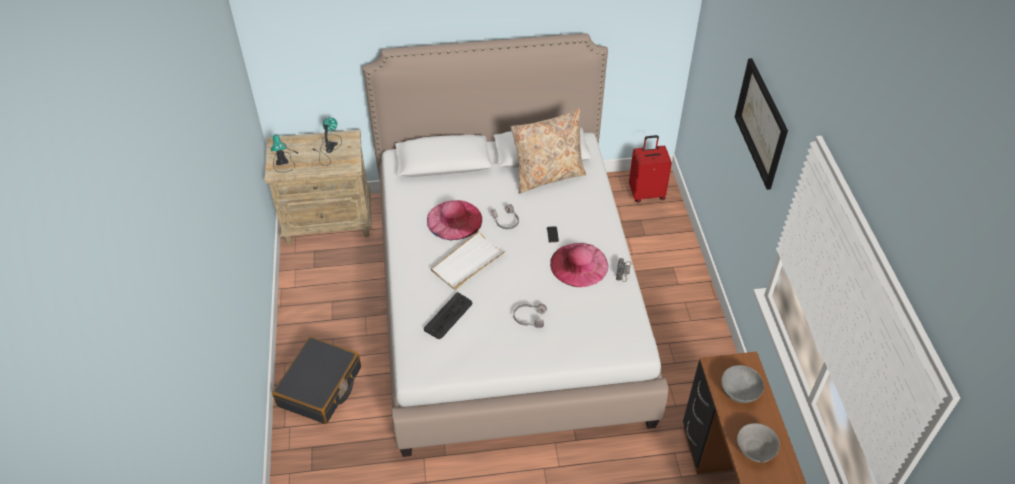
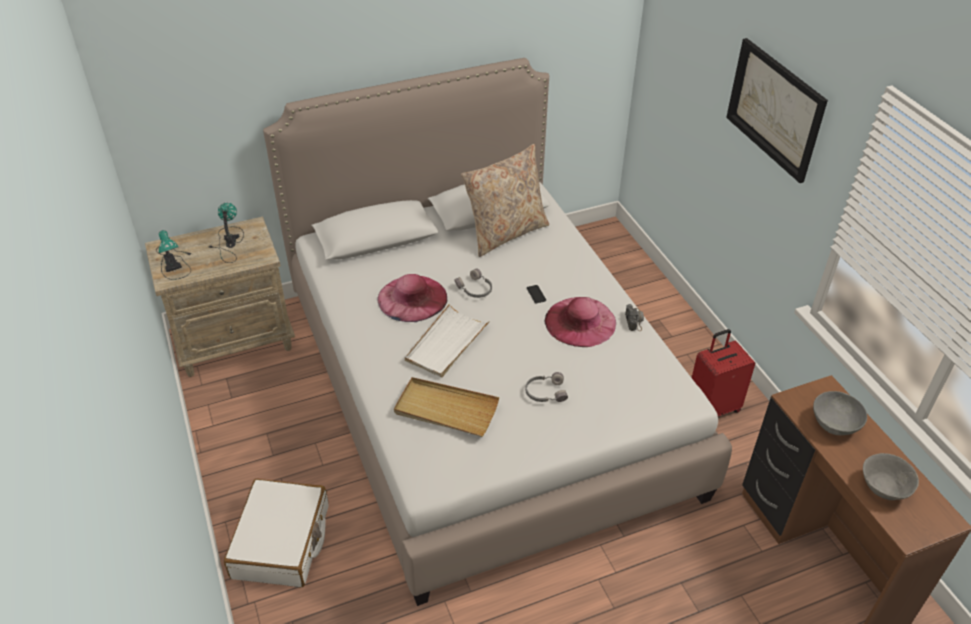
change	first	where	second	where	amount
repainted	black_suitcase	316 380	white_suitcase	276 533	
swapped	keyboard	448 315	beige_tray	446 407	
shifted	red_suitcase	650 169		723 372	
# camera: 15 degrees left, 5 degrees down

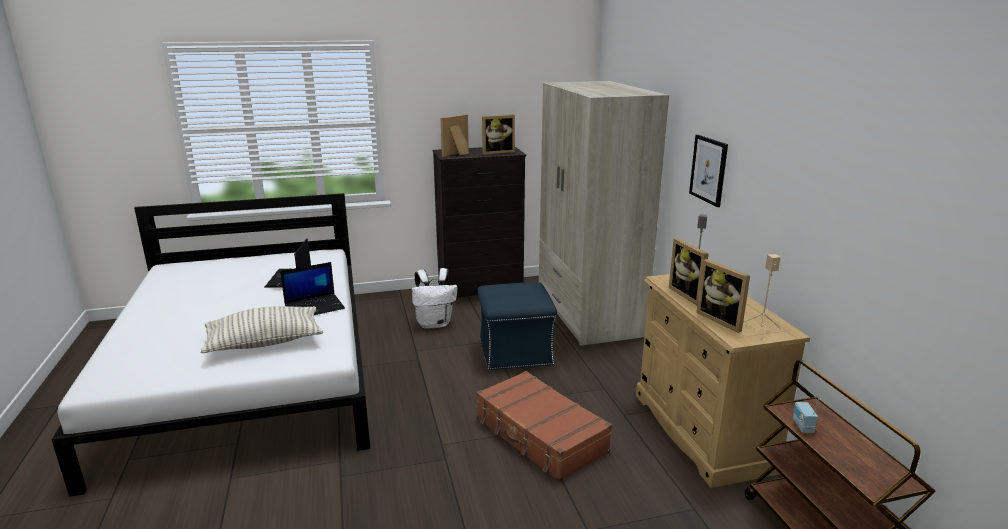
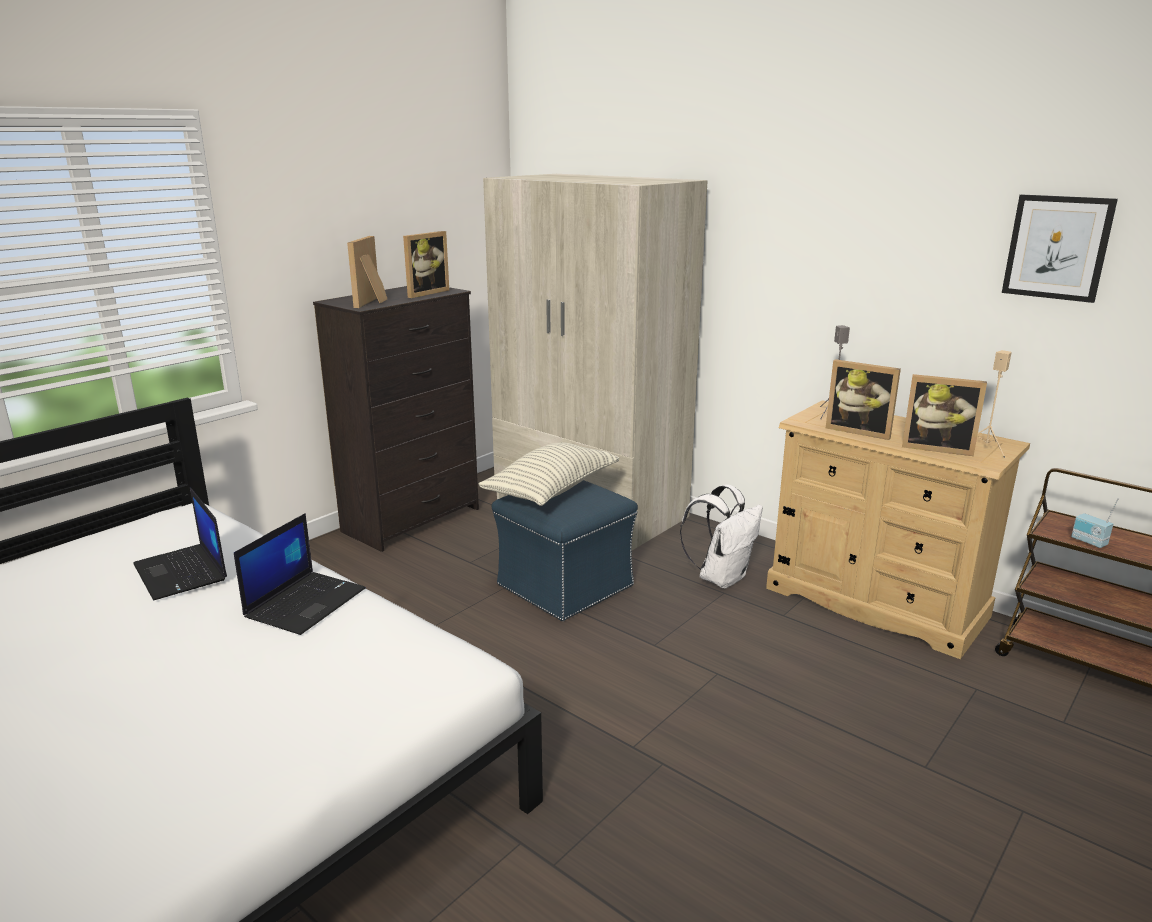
change	first	where	second	where	amount
shifted	pillow	262 329		548 474	
shifted	white_backpack	434 298		721 536	
shifted	picture	708 171		1060 248	
gone	brown_suitcase	544 426			
# camera: 35 degrees left, 0 degrees up

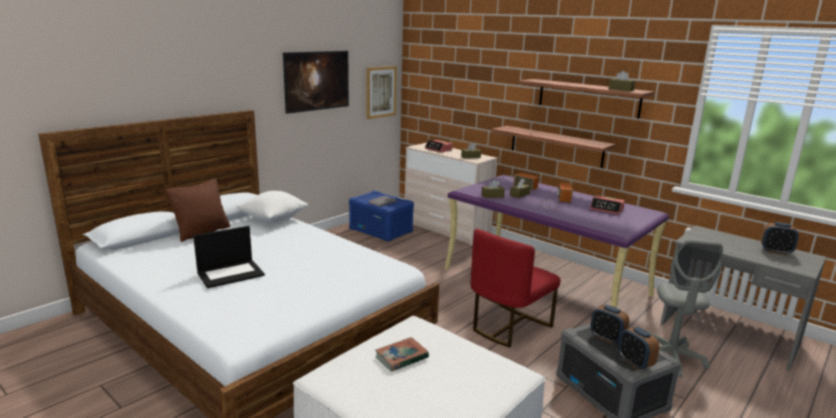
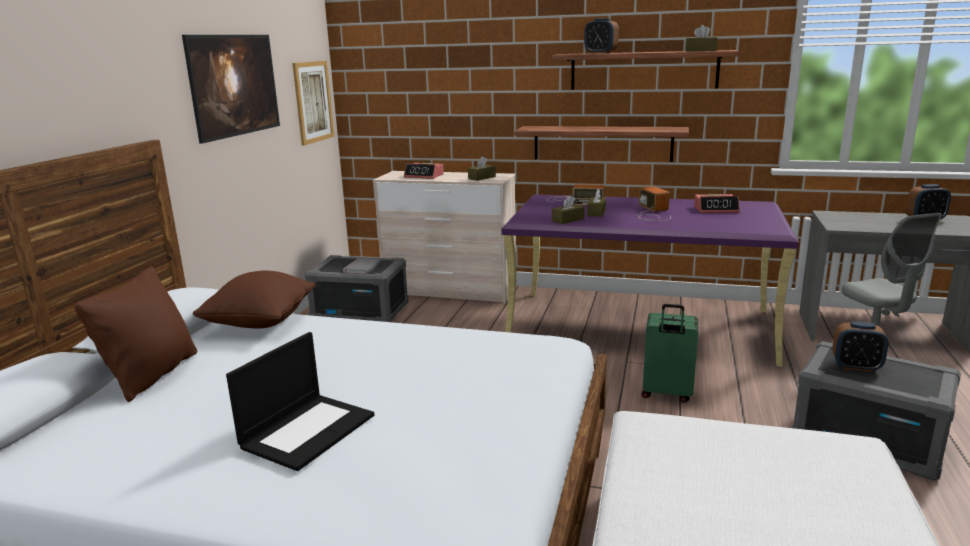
change	first	where	second	where	amount
repainted	white_pillow	272 207	brown_pillow	254 299	
repainted	blue_storage_box	381 216	grey_storage_box	357 288	
shifted	alarm_clock	639 348		601 35	
swapped	red_chair	515 288	green_suitcase	670 353	
gone	book	402 354			
# camera: 25 degrees left, 0 degrees up

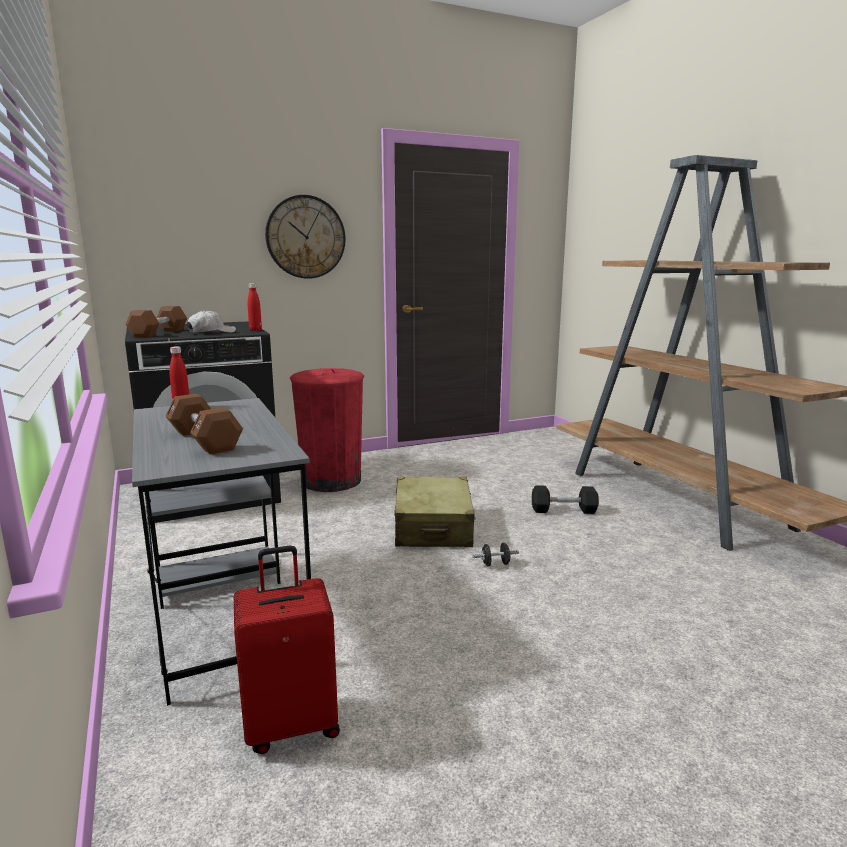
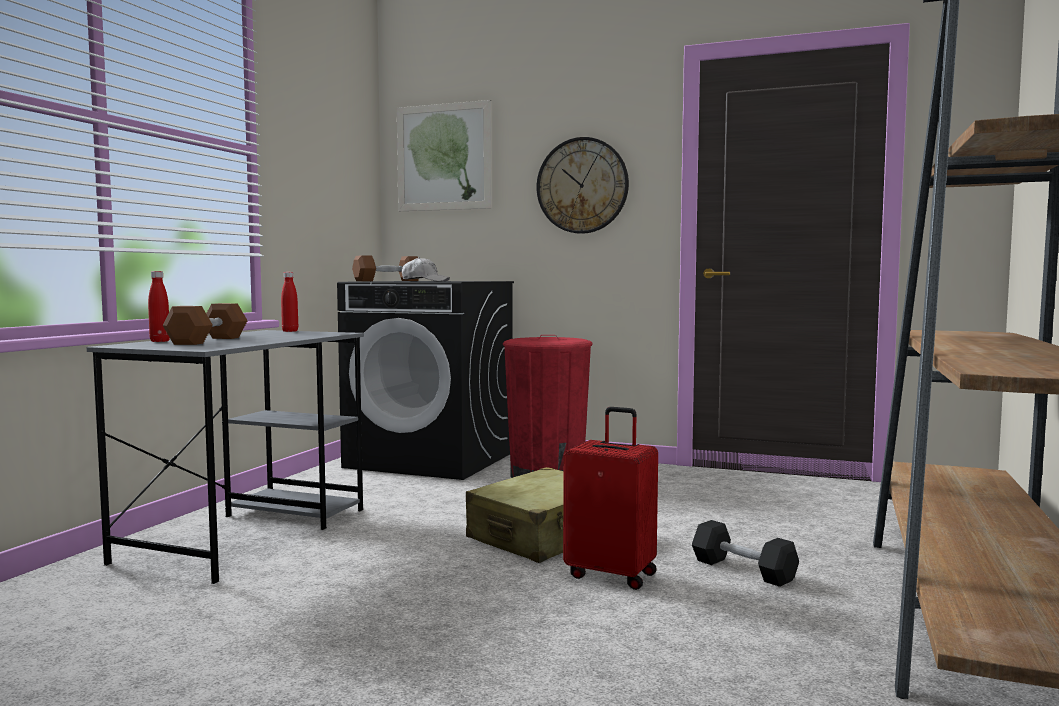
change	first	where	second	where	amount
shifted	red_bottle	255 307		159 306	
new			picture	444 155	
shifted	red_suitcase	287 650		610 498	
gone	black_dumbbell	495 554			
# camera: 45 degrees right, 10 degrees down

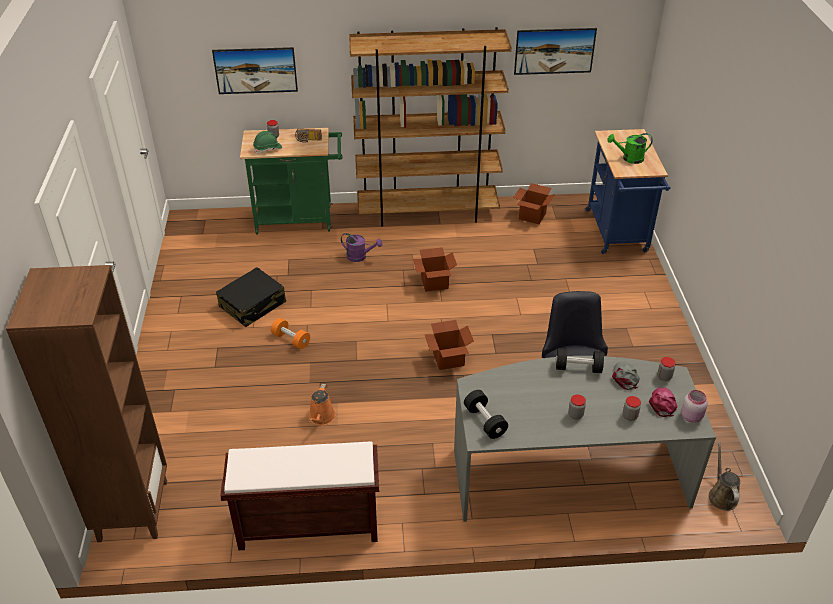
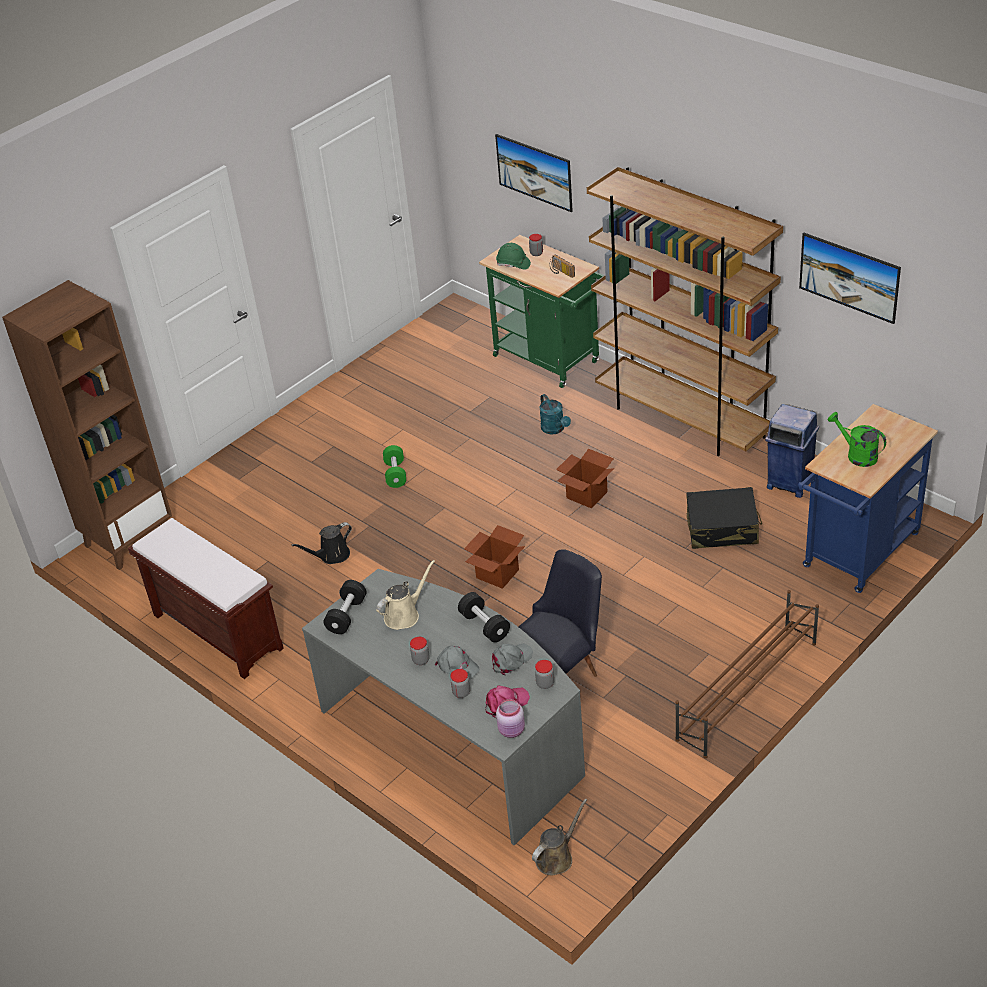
change	first	where	second	where	amount
repainted	orange_watering_can	322 404	black_watering_can	322 543	
new			beige_watering_can	405 595	
repainted	orange_dumbbell	290 333	green_dumbbell	394 466	
new			grey_cap	457 662	
repainted	purple_watering_can	362 247	turquoise_watering_can	555 414	
new			brown_shoe_rack	747 674	
shifted	black_suitcase	251 297		724 518	
swapped	cardboard_box	534 203	blue_trash_can	792 451	
# camera: 50 degrees right, 0 degrees up

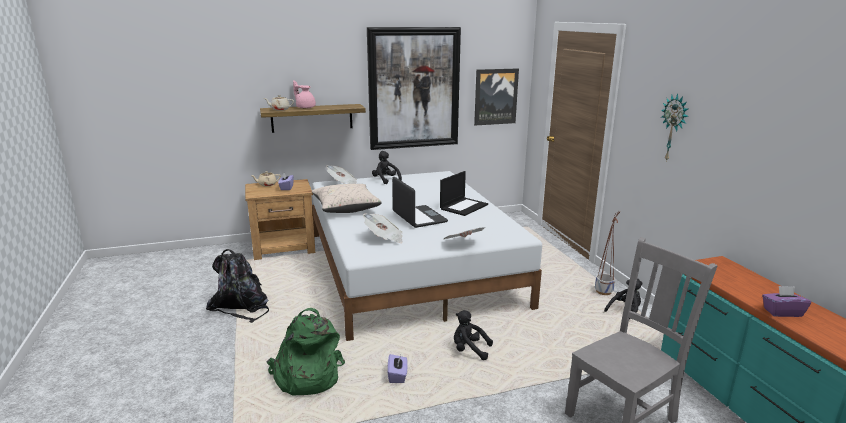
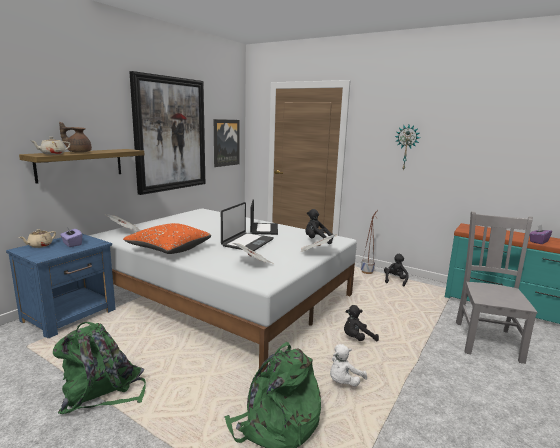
change	first	where	second	where	amount
repainted	brown_nightstand	280 219	blue_nightstand	61 286	
repainted	black_backpack	237 286	green_backpack	99 368	
repainted	pink_teapot	304 94	brown_teapot	75 137	
repainted	beige_pillow	347 198	orange_pillow	167 238	
rotated	laptop	420 202		247 226	90 degrees clockwise
shifted	black_plush_toy	387 167		319 226	
swapped	purple_tissue_box	397 368	white_plush_toy	348 365	
# camera: 40 degrees left, 5 degrees down

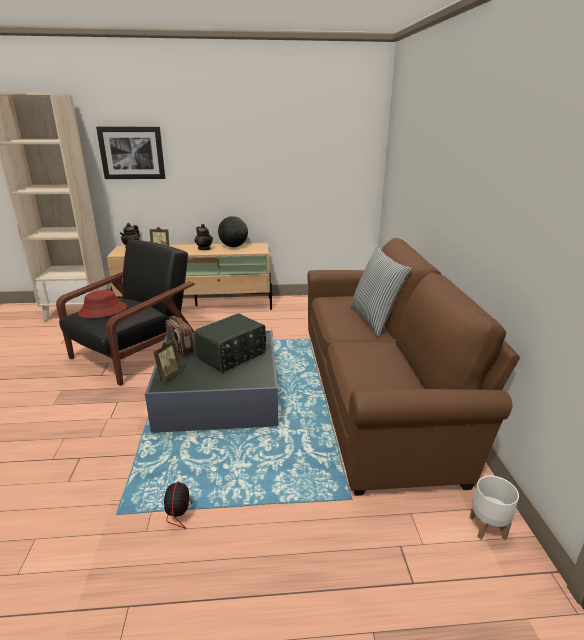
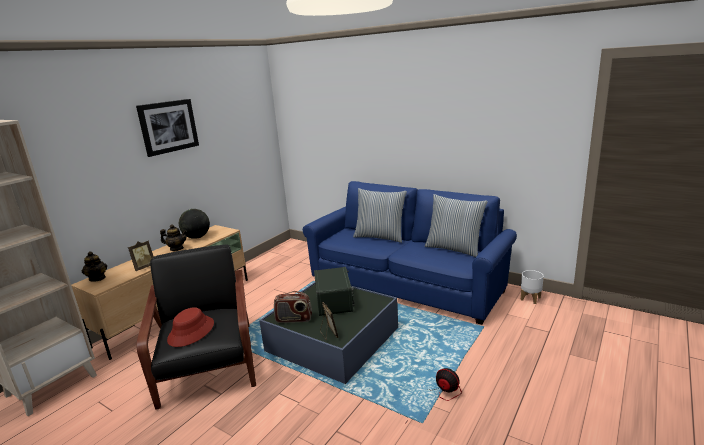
change	first	where	second	where	amount
shifted	picture	130 153		167 128	
repainted	brown_sofa	413 367	blue_sofa	410 253	
new			pillow	456 225	
# camera: 50 degrees left, 5 degrees down

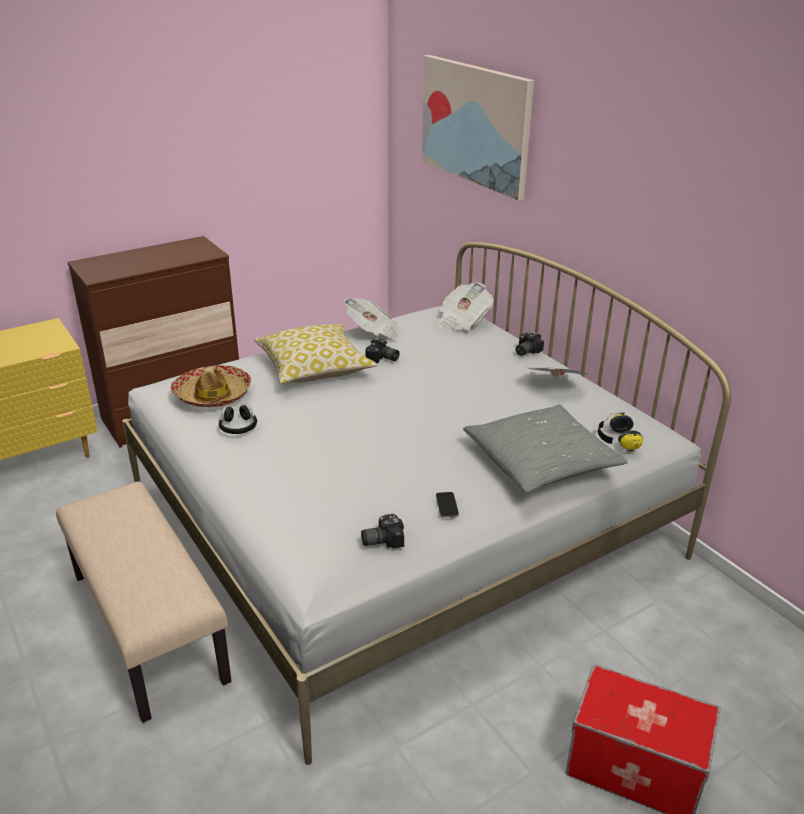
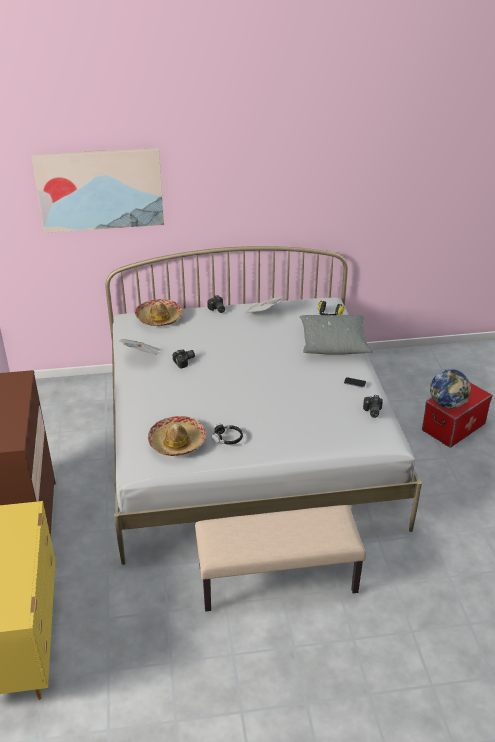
change	first	where	second	where	amount
swapped	newspaper	465 306	hat	159 312	
new			globe	450 389	
gone	pillow	315 354			
# camera: 65 degrees left, 5 degrees up

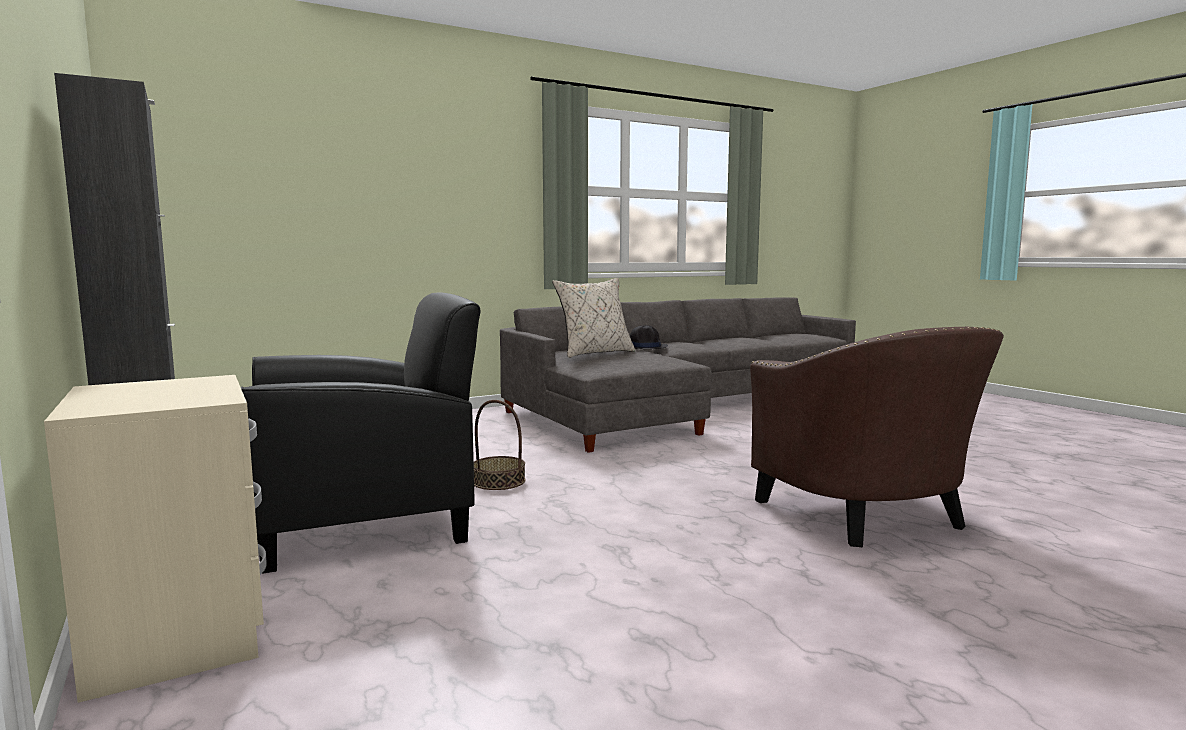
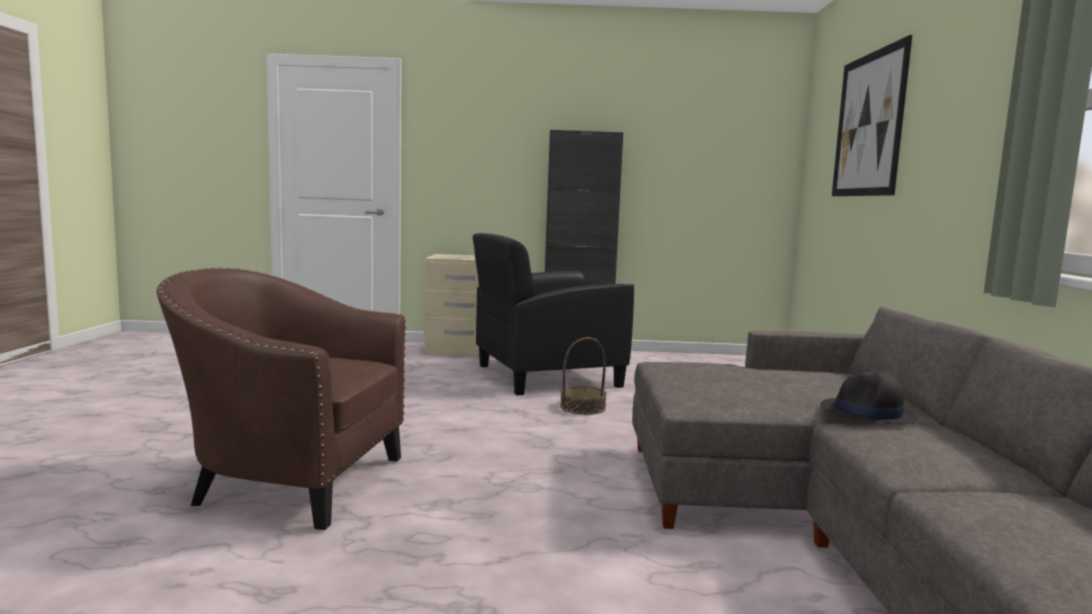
change	first	where	second	where	amount
rotated	black_armchair	361 432		553 314	60 degrees clockwise
new			picture	872 115	
gone	beige_pillow	593 318			
# camera: 120 degrees right, 0 degrees up

